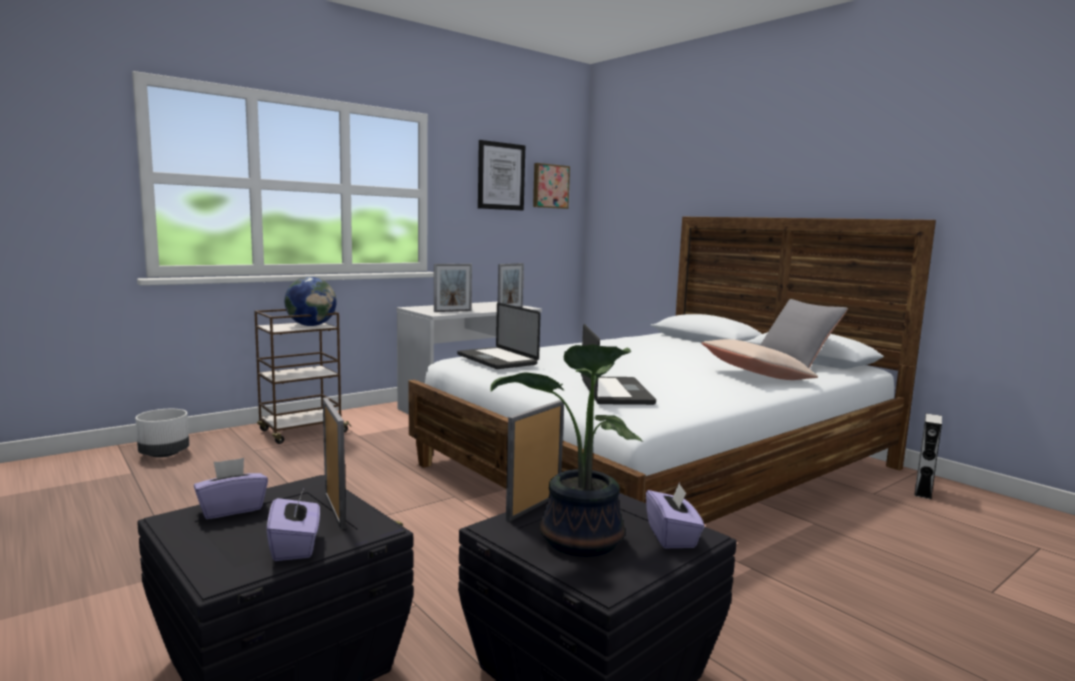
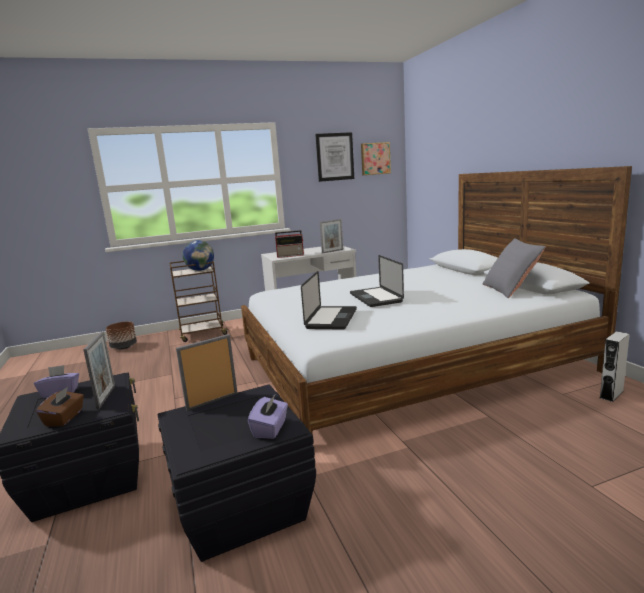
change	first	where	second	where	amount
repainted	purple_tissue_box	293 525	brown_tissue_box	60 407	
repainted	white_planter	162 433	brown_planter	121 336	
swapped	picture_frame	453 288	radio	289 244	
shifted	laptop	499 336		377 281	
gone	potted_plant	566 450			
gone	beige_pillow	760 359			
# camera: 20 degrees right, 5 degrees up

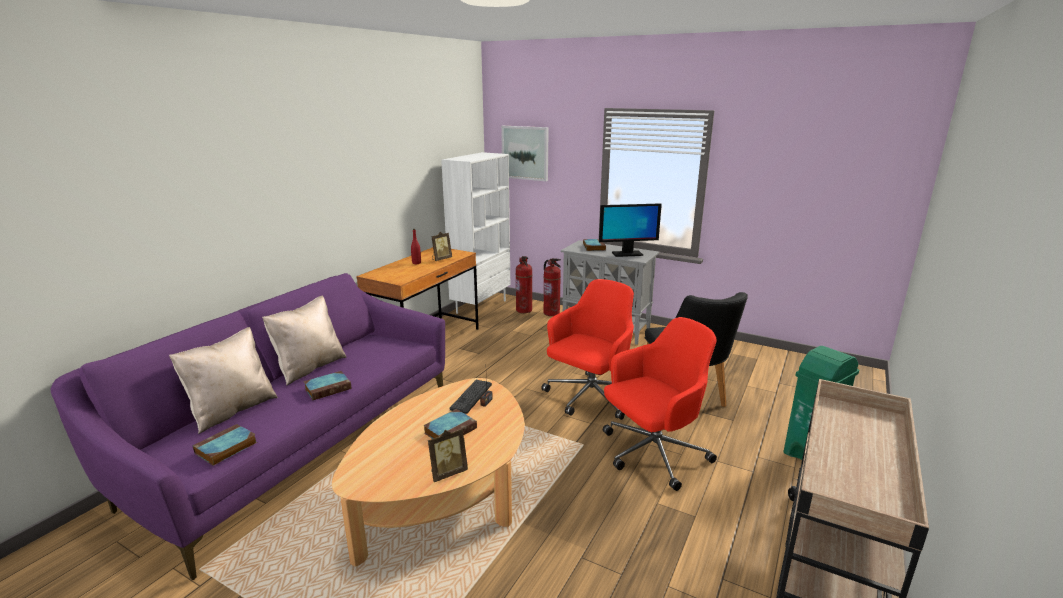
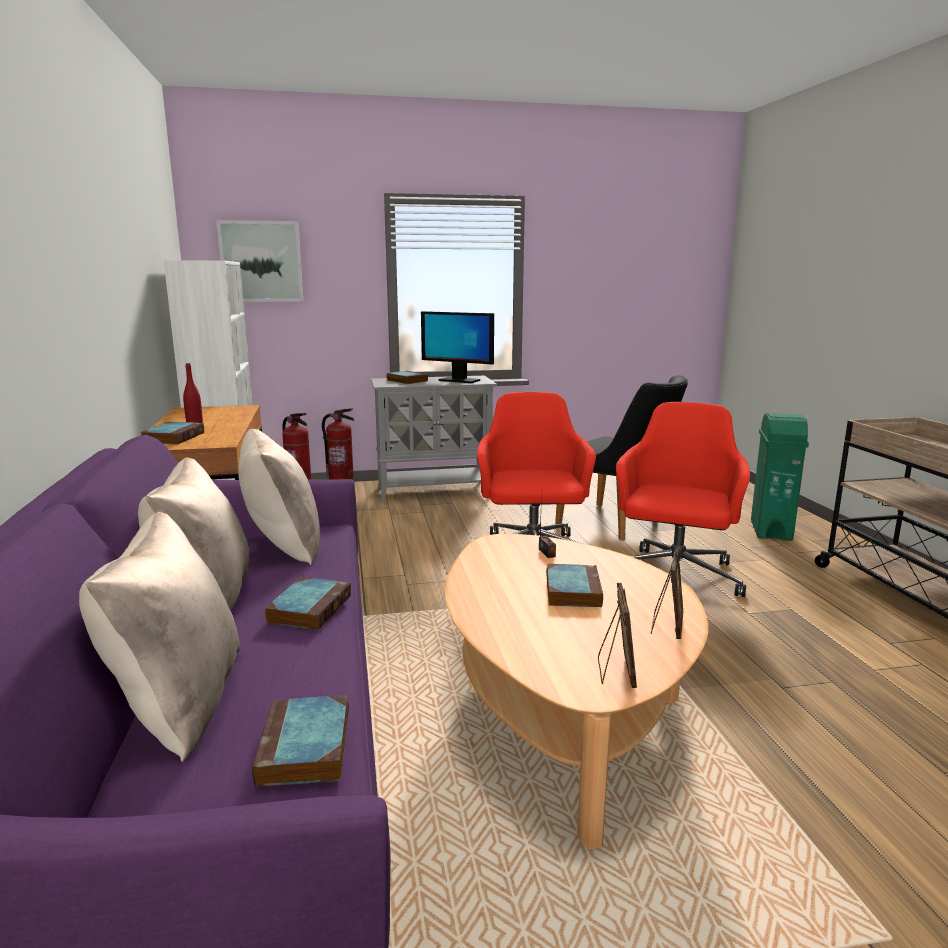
change	first	where	second	where	amount
new			book	172 433	
new			beige_pillow	279 497	
rotated	monitor	630 230		457 347	75 degrees clockwise
shifted	picture_frame	441 246		617 635	
gone	keyboard	471 397			
# camera: 40 degrees left, 5 degrees down

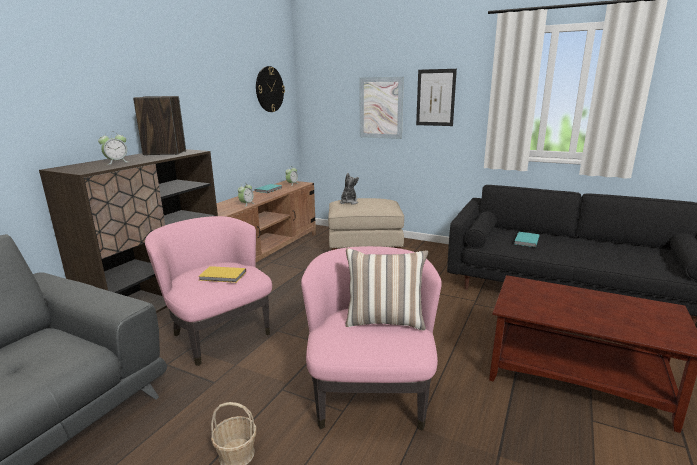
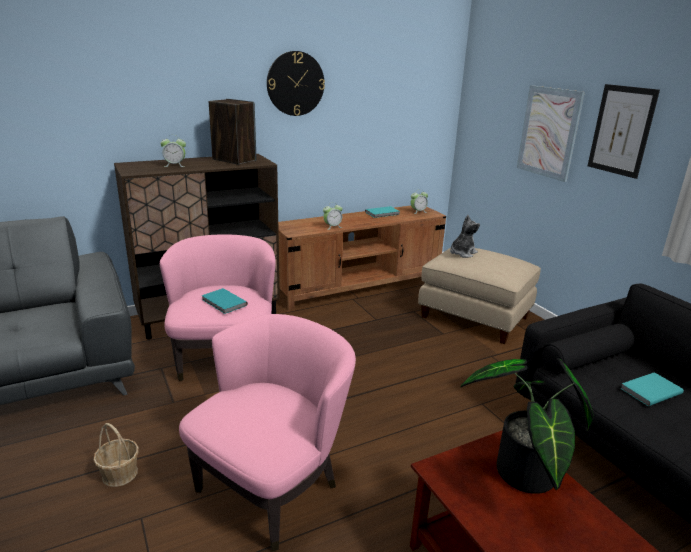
change	first	where	second	where	amount
repainted	yellow_book	222 274	turquoise_book	224 301	
shifted	wall_clock	270 89		296 83	
new			potted_plant	527 426	
gone	pillow	386 289			
# camera: 35 degrees right, 5 degrees up

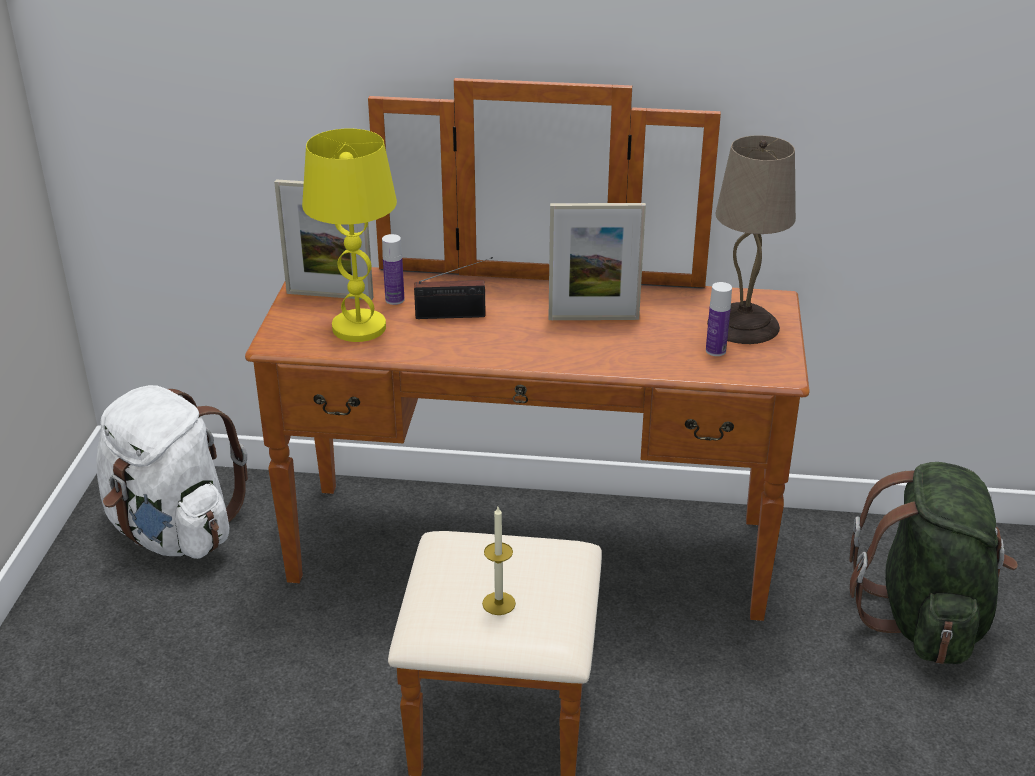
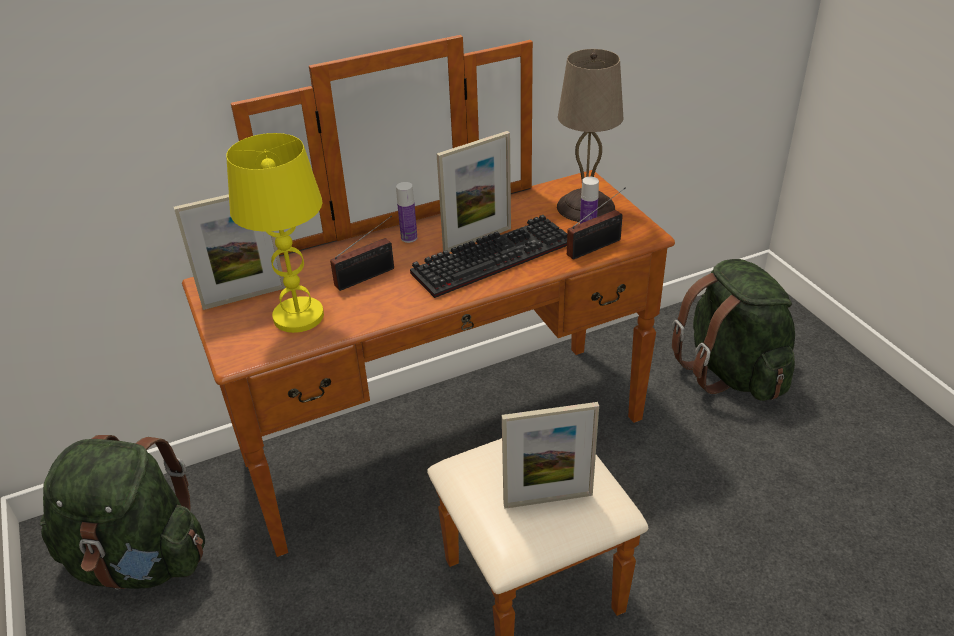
change	first	where	second	where	amount
repainted	white_backpack	172 472	green_backpack	122 512	
shifted	bottle	393 269		406 212	
new			keyboard	488 256	
swapped	candle	499 561	picture_frame	550 455	
new			radio	596 224	
# camera: 30 degrees left, 5 degrees up

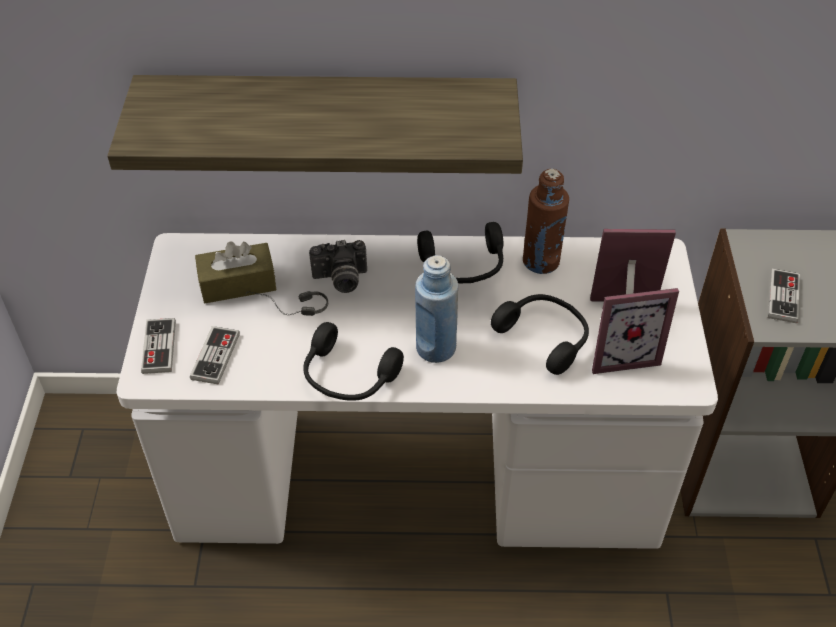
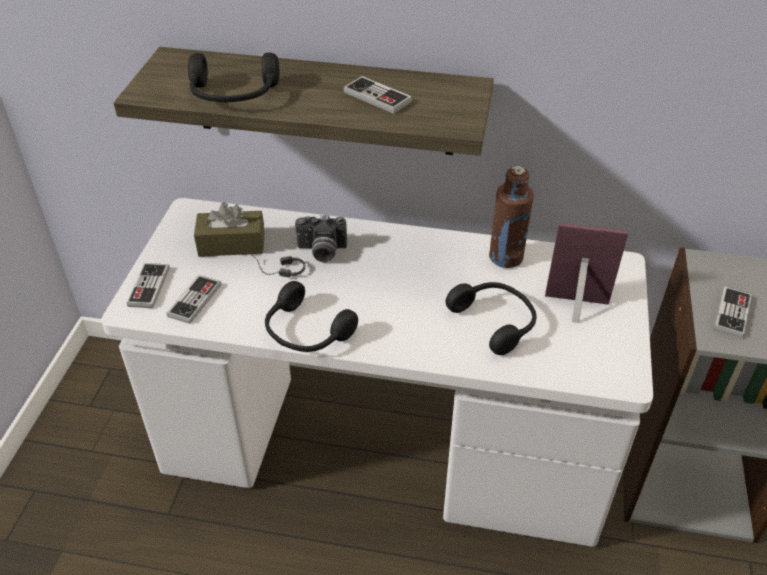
change	first	where	second	where	amount
shifted	black_headphones	460 252		234 78	
new			game_controller	377 95	
gone	blue_bottle	436 309			
gone	picture_frame	635 331			
# camera: 10 degrees right, 5 degrees down

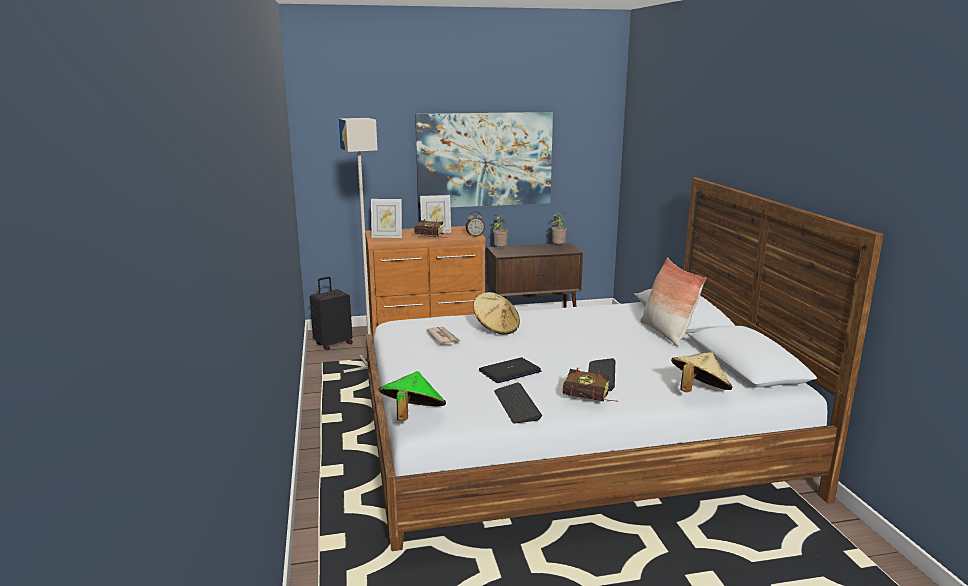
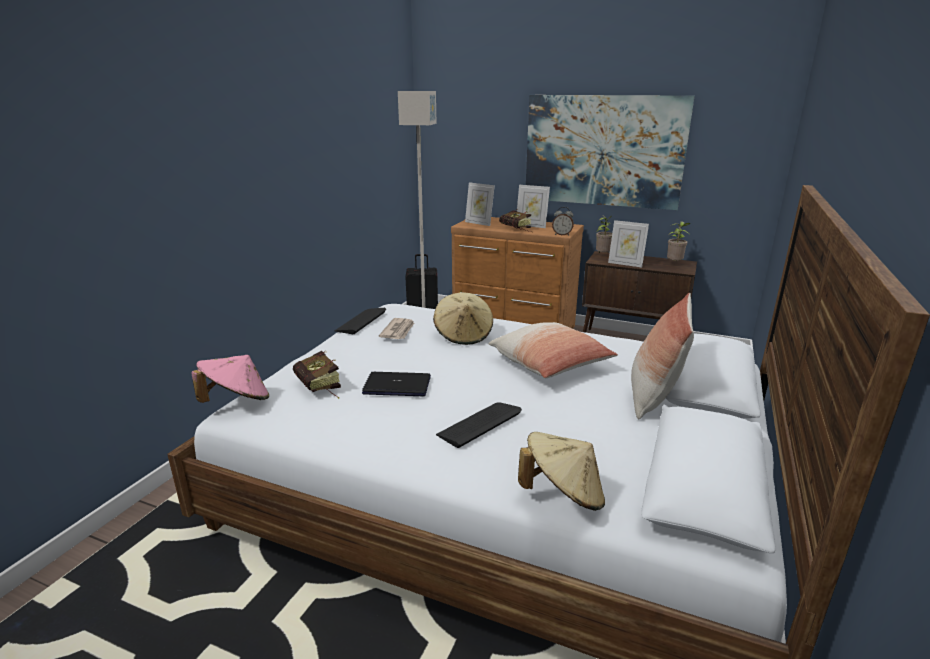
change	first	where	second	where	amount
repainted	green_hat	412 396	pink_hat	230 379	
shifted	book	590 384		317 375	
shifted	keyboard	518 403		360 321	
new			pillow	553 350	
new			picture_frame	628 243	
# camera: 35 degrees right, 5 degrees up

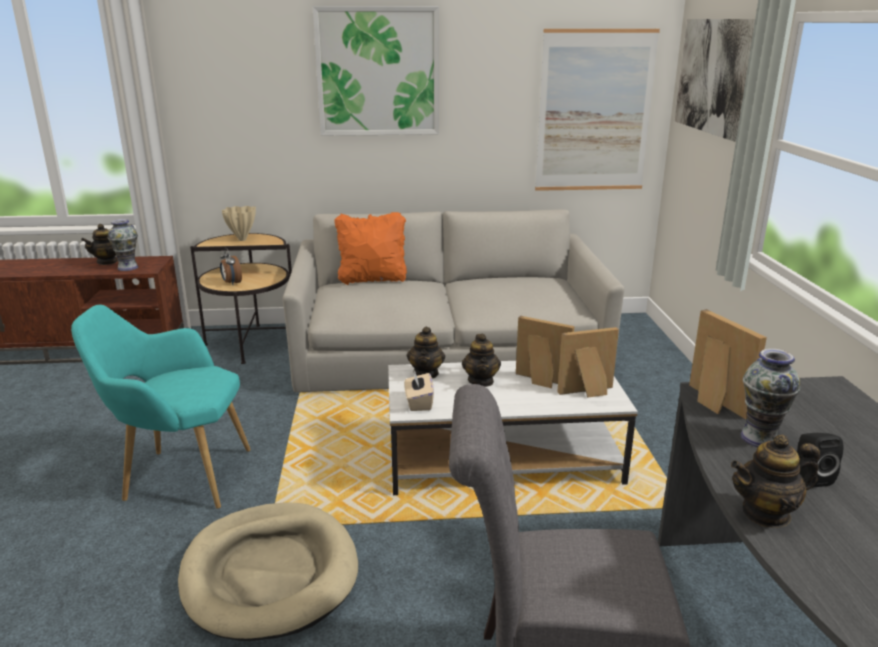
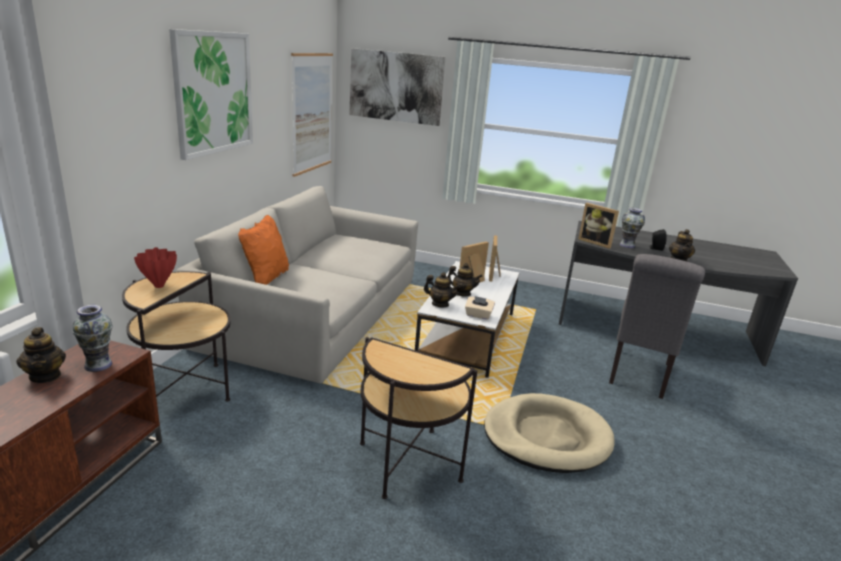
change	first	where	second	where	amount
repainted	beige_vase	239 223	red_vase	155 267	
swapped	turquoise_armchair	161 407	side_table	418 418	
rotated	picture_frame	728 364		598 226	135 degrees counterclockwise
gone	alarm_clock	231 266			
# camera: 70 degrees left, 0 degrees up

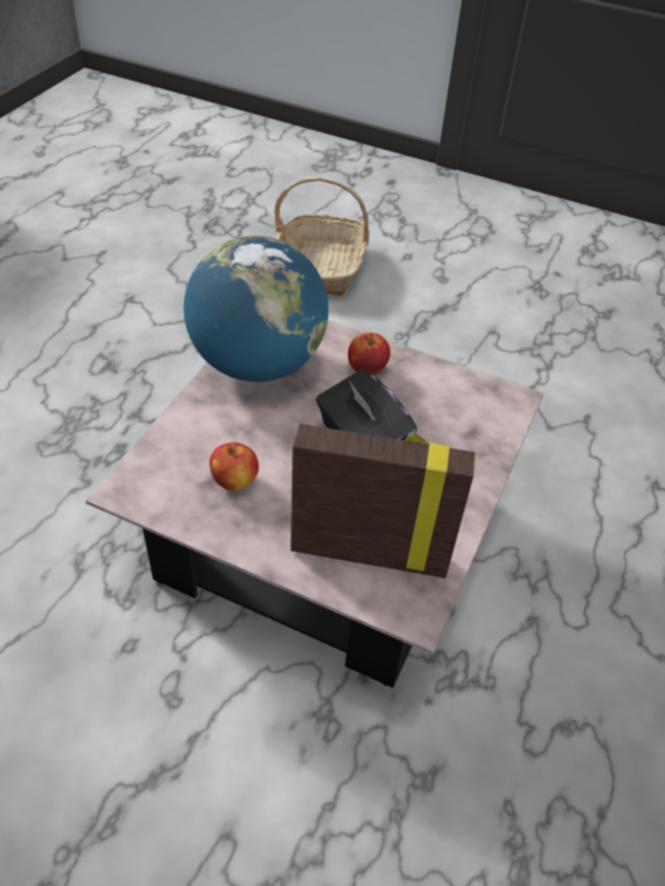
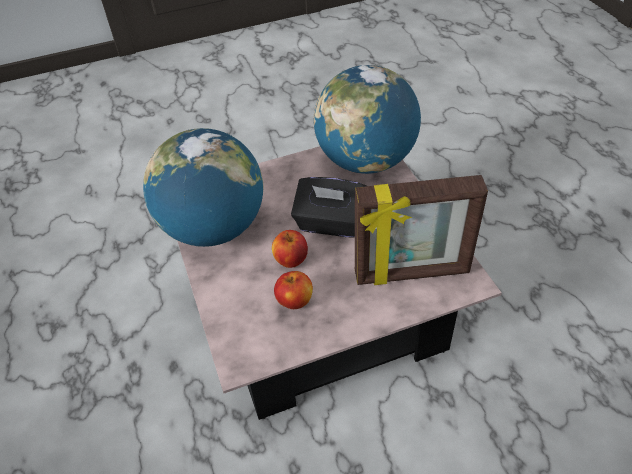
change	first	where	second	where	amount
shifted	apple	369 354		290 249	
new			globe	367 119	
rotated	picture_frame	383 501		421 230	150 degrees counterclockwise
gone	basket	321 236			
# camera: 40 degrees left, 0 degrees up

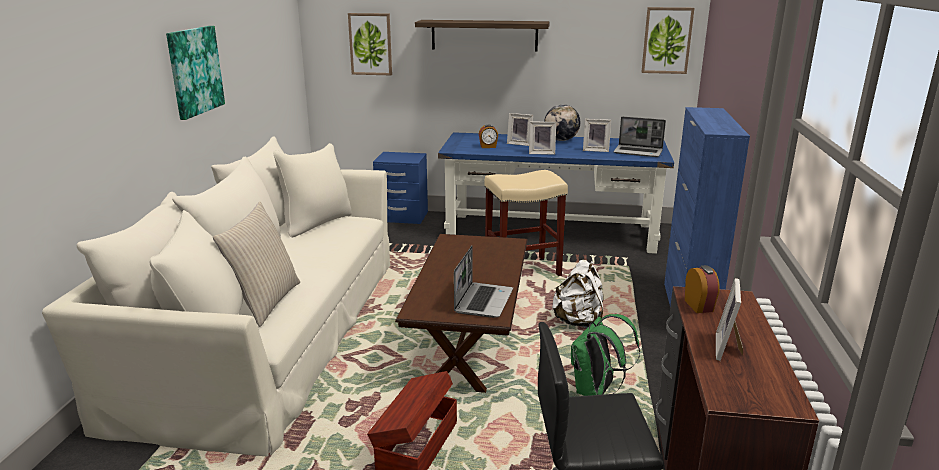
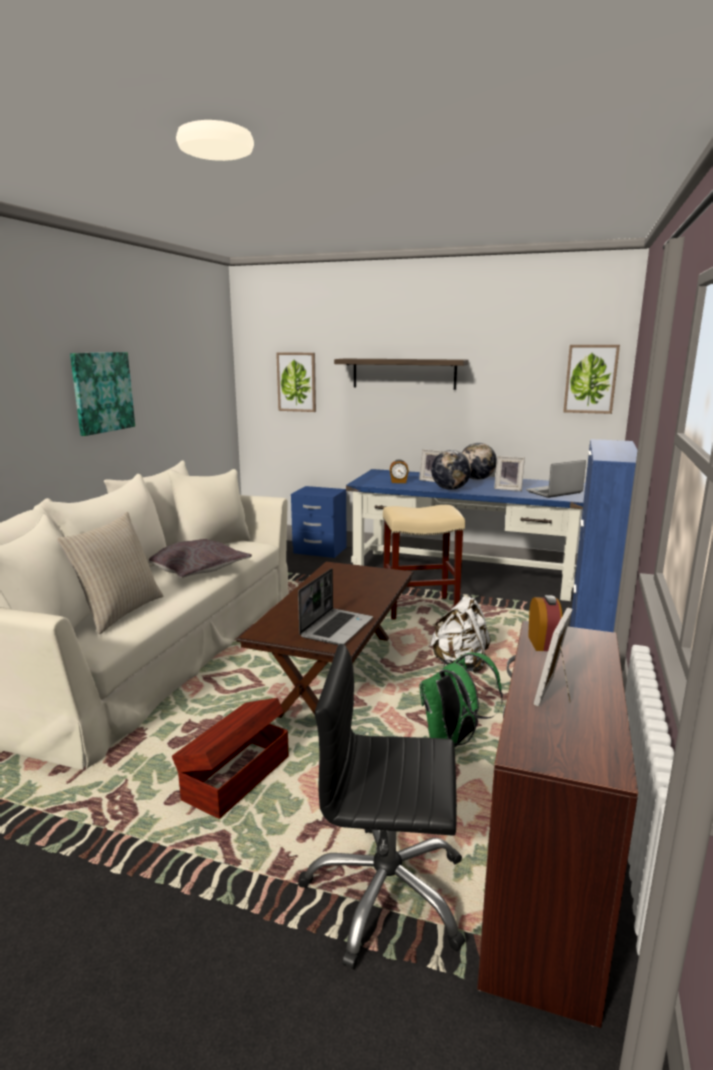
change	first	where	second	where	amount
new			grey_pillow	200 558	
swapped	picture_frame	542 138	globe	451 470	
rotated	laptop	639 136		555 479	120 degrees clockwise
# camera: 10 degrees right, 5 degrees down

